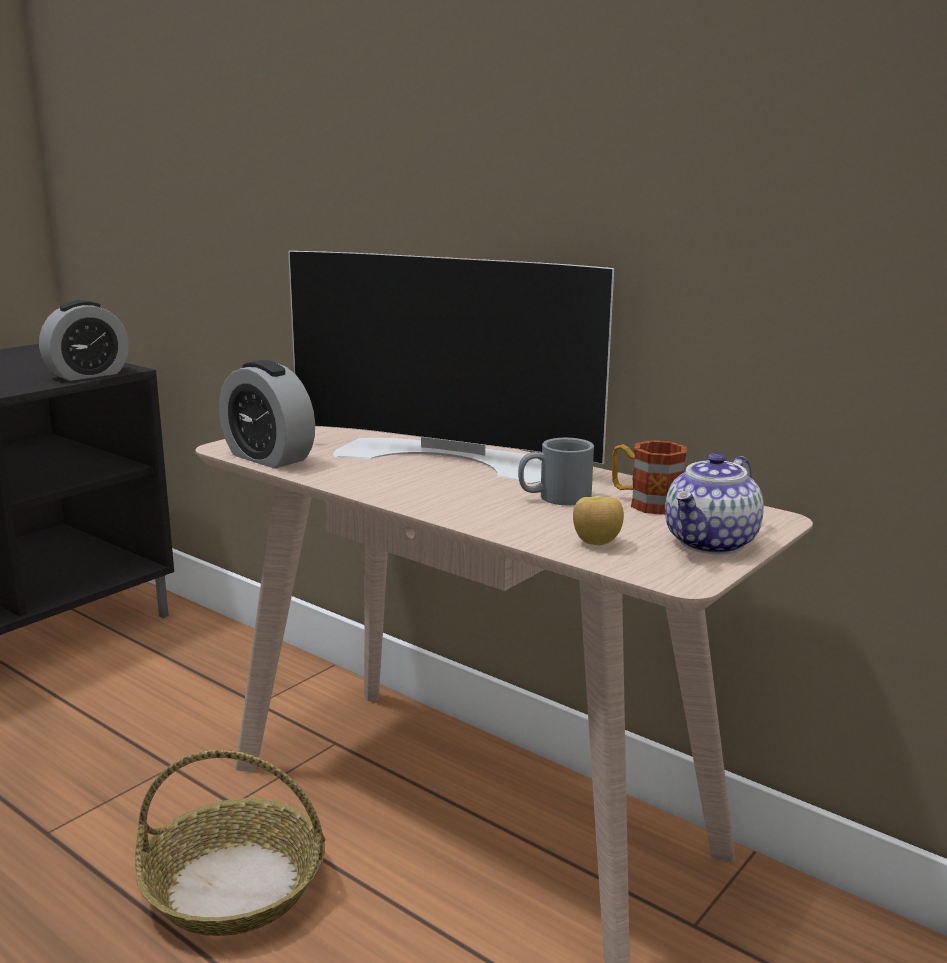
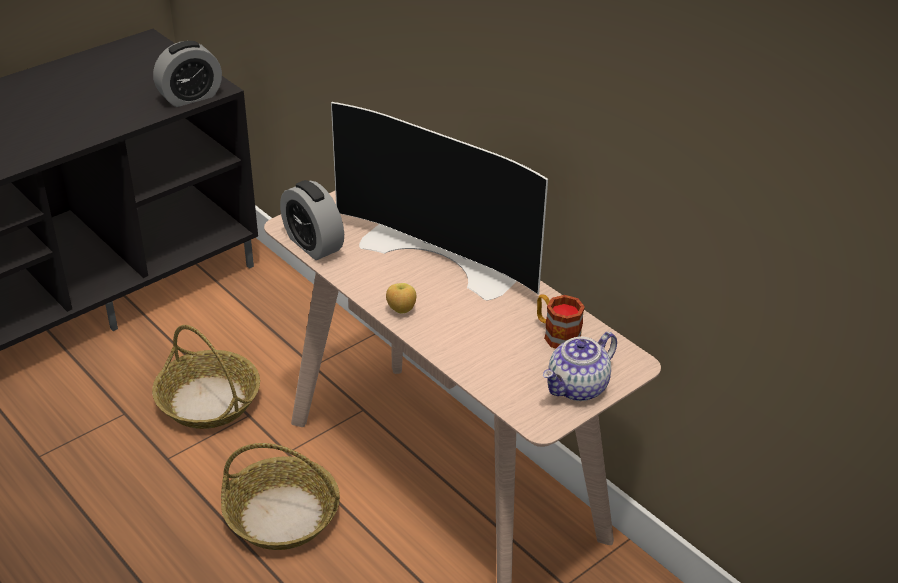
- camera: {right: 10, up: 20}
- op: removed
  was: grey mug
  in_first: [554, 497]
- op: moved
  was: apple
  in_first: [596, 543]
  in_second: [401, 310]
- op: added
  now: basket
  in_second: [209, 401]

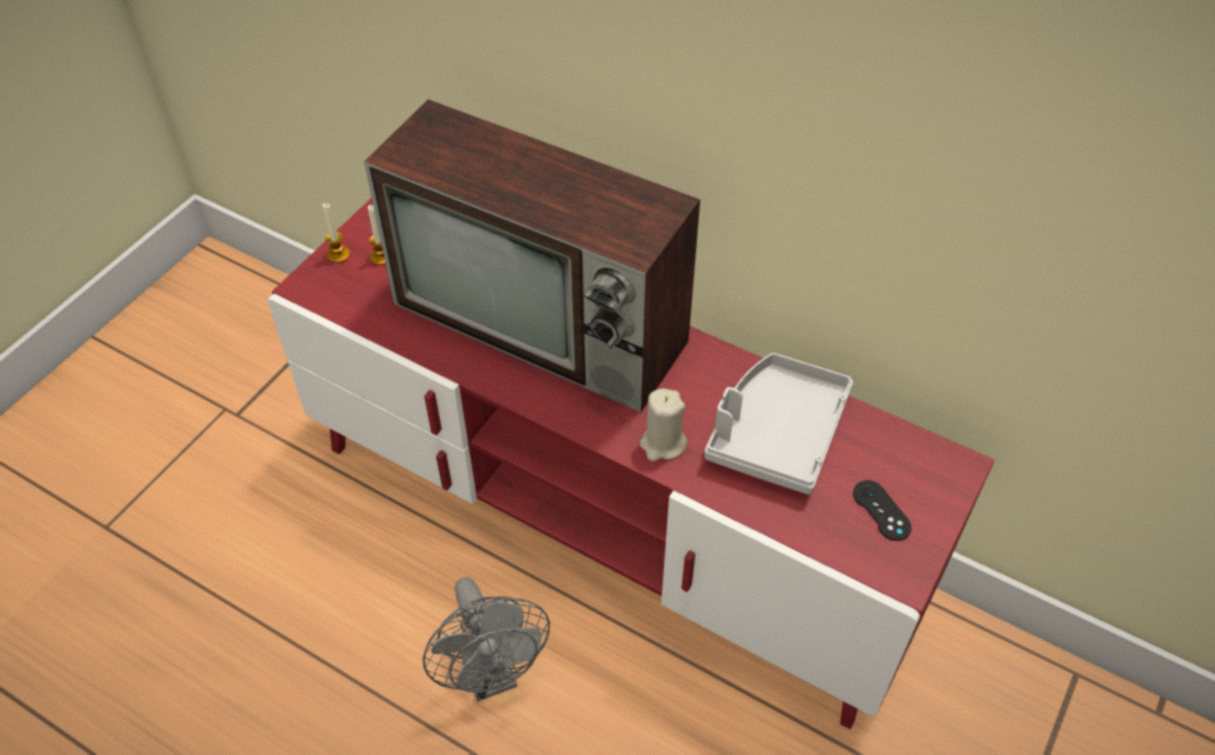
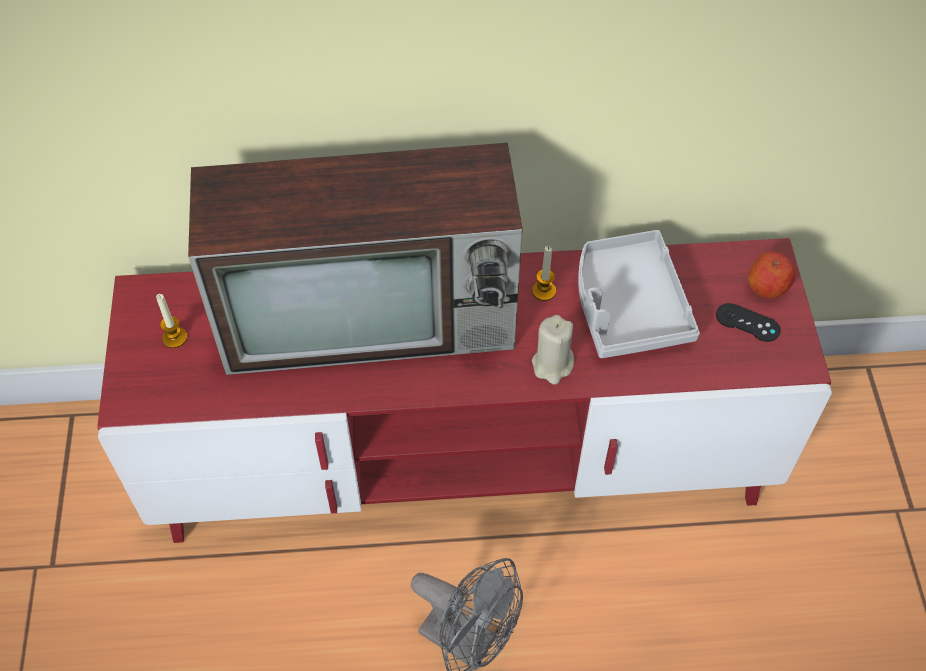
- camera: {right: -35, up: 5}
- op: moved
  was: candle
  in_first: [338, 254]
  in_second: [544, 291]
- op: added
  now: apple
  in_second: [767, 286]

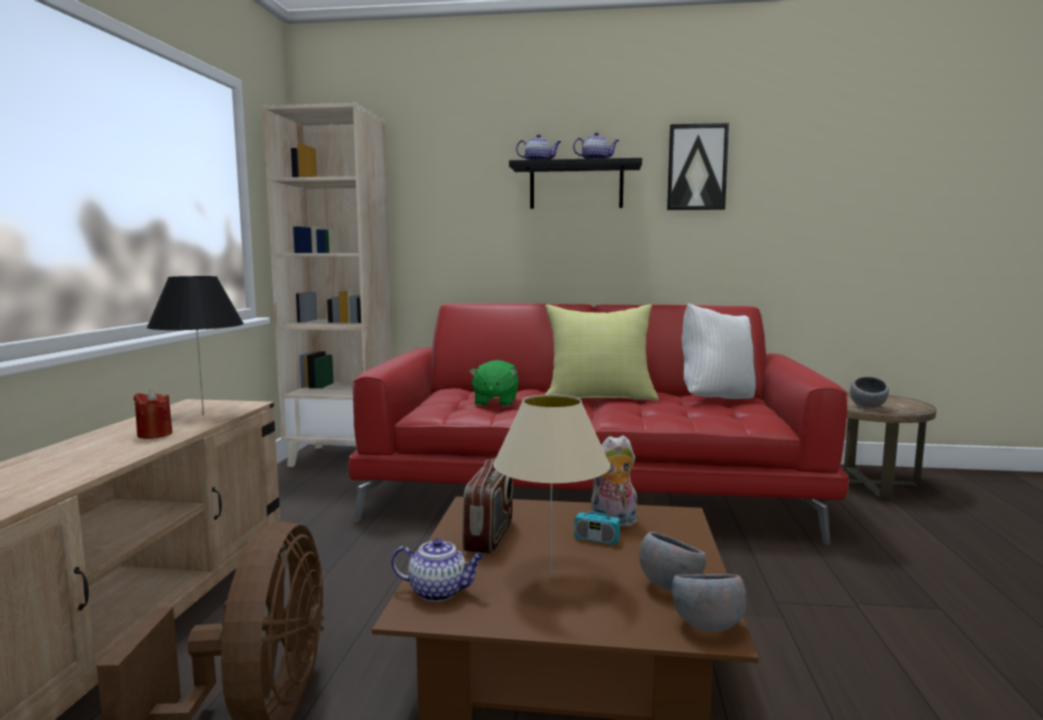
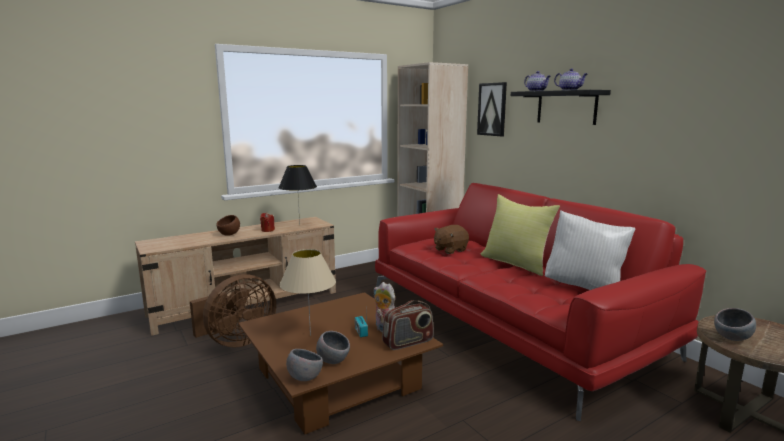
- camera: {right: 50, up: 5}
- op: removed
  was: teapot
  in_first: [439, 591]
- op: moved
  was: radio
  in_first: [489, 537]
  in_second: [408, 342]
- op: recoloured
  was: green plush toy
  now: brown plush toy
  in_first: [495, 402]
  in_second: [450, 250]
- op: moved
  was: picture
  in_first: [697, 167]
  in_second: [492, 109]
- op: added
  now: brown bowl
  in_second: [229, 235]

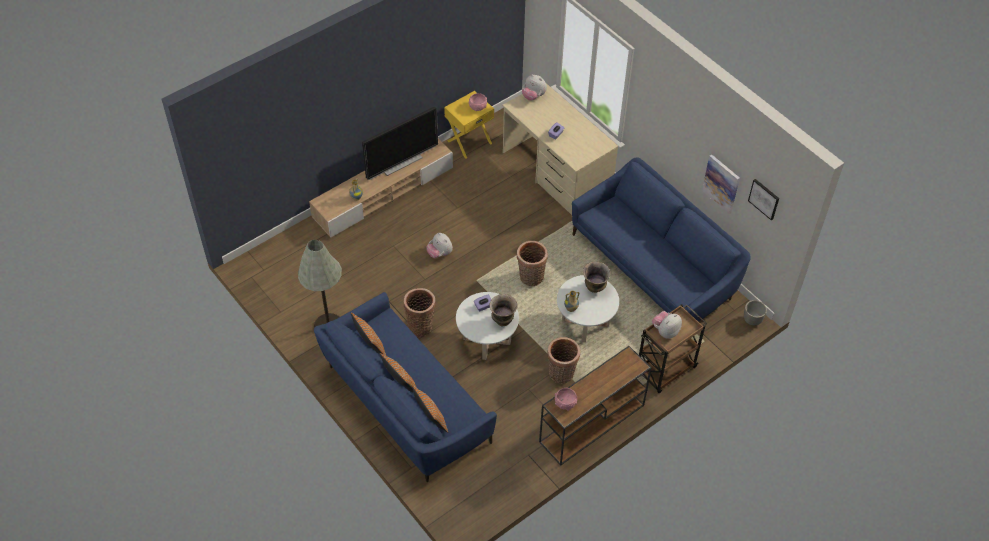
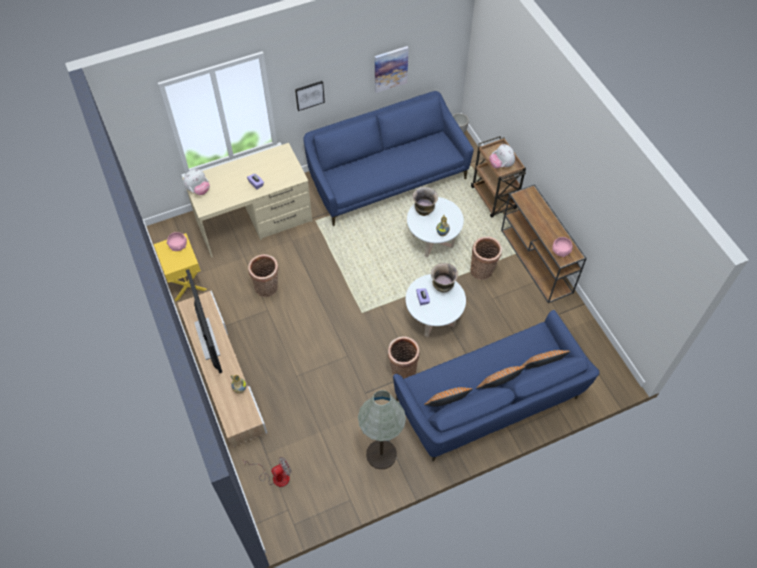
- camera: {right: -75, up: 5}
- op: removed
  was: plush toy
  in_first: [440, 253]
- op: moved
  was: basket
  in_first: [530, 278]
  in_second: [267, 288]
- op: moved
  was: picture
  in_first: [764, 199]
  in_second: [309, 95]
- op: added
  now: fan
  in_second: [275, 476]

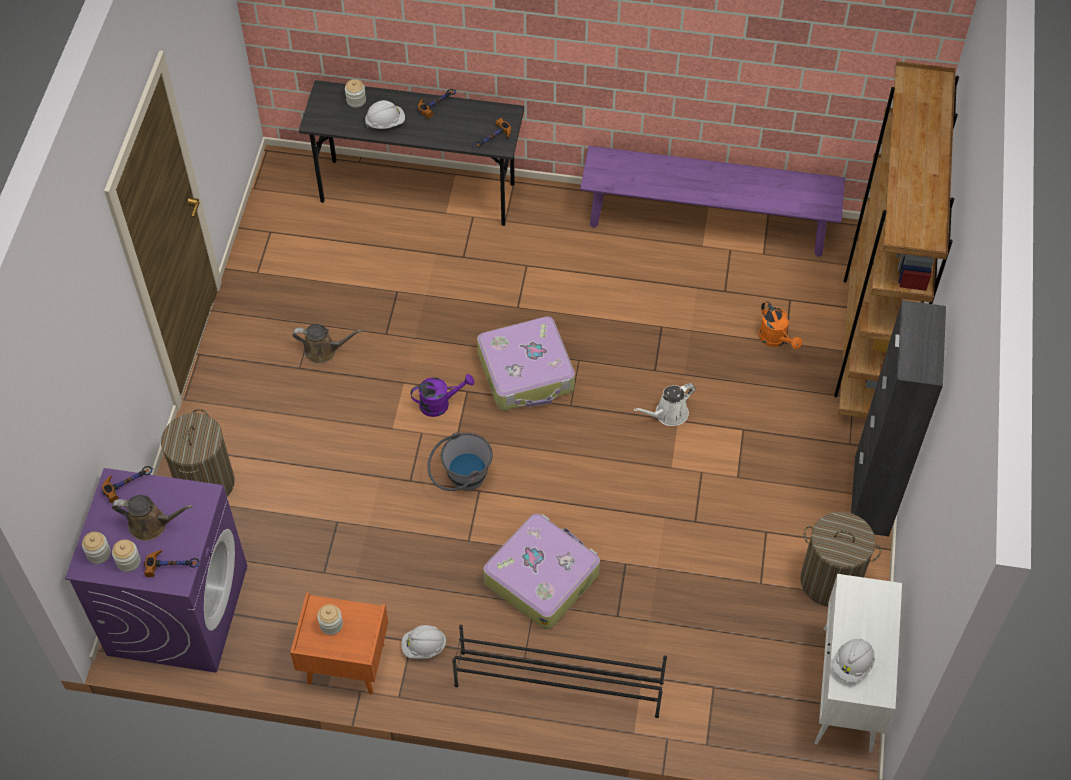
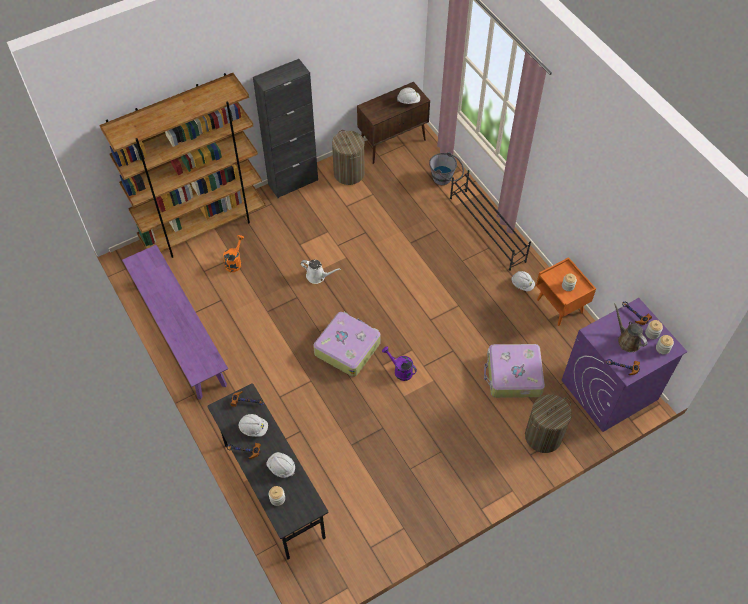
- camera: {right: -130, up: 0}
- op: removed
  was: brown watering can
  in_first: [323, 350]
- op: moved
  was: grey bucket
  in_first: [461, 479]
  in_second: [445, 179]
- op: moved
  was: suitcase
  in_first: [542, 577]
  in_second: [513, 376]
- op: recoloured
  was: white cabinet
  now: brown cabinet
  in_first: [847, 690]
  in_second: [393, 143]
- op: added
  now: white hard hat
  in_second: [253, 428]

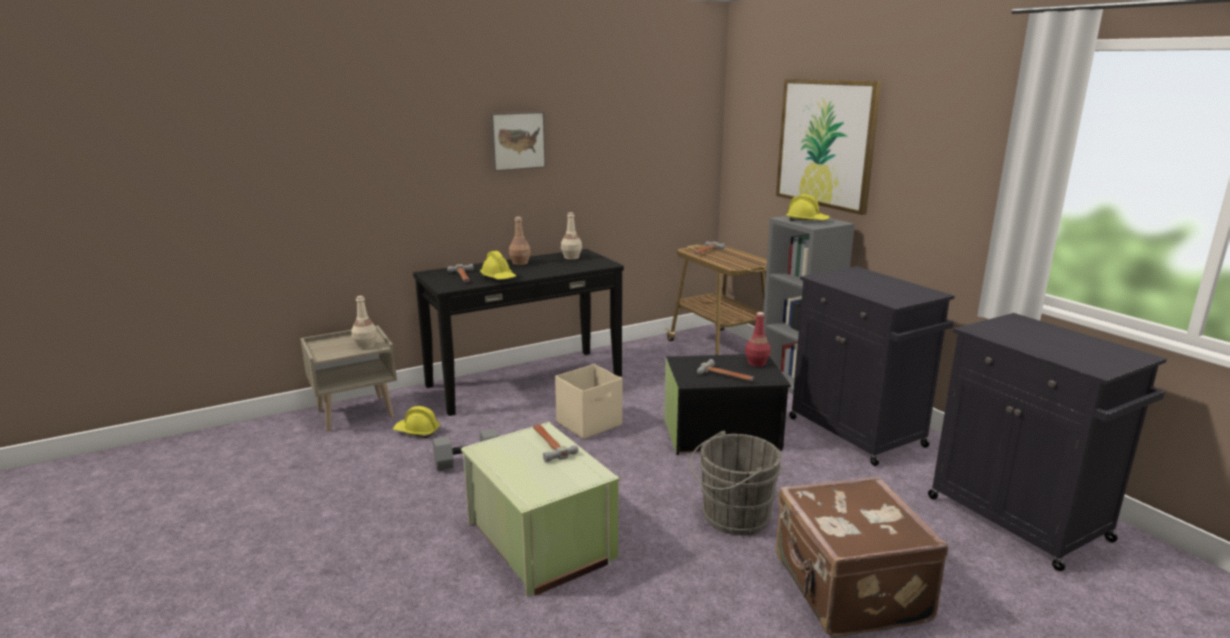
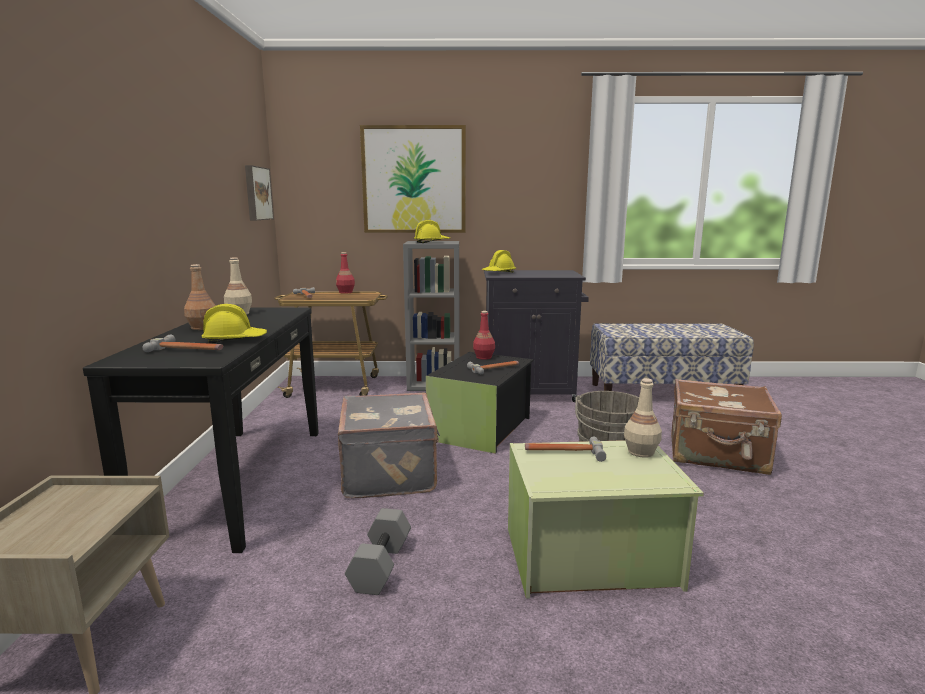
- camera: {right: -60, up: -5}
- op: moved
  was: beige bottle
  in_first: [365, 345]
  in_second: [641, 452]
- op: moved
  was: yellow hard hat
  in_first: [417, 431]
  in_second: [498, 273]
- op: moved
  was: picture
  in_first: [517, 140]
  in_second: [257, 193]
- op: replaced
  was: beige storage box
  now: grey suitcase
  in_first: [590, 423]
  in_second: [390, 473]
- op: replaced
  was: black cabinet
  now: bench
  in_first: [1020, 520]
  in_second: [662, 393]
- op: added
  now: red bottle
  in_second: [346, 292]

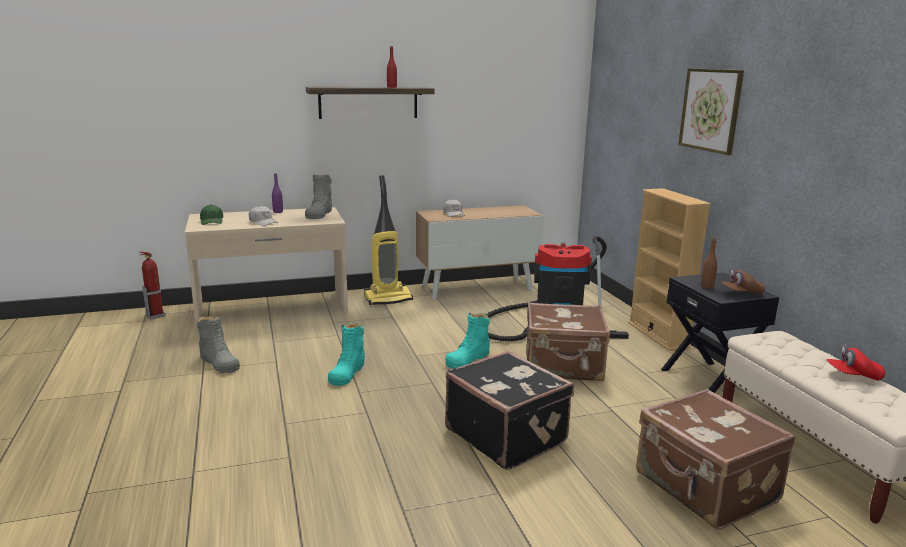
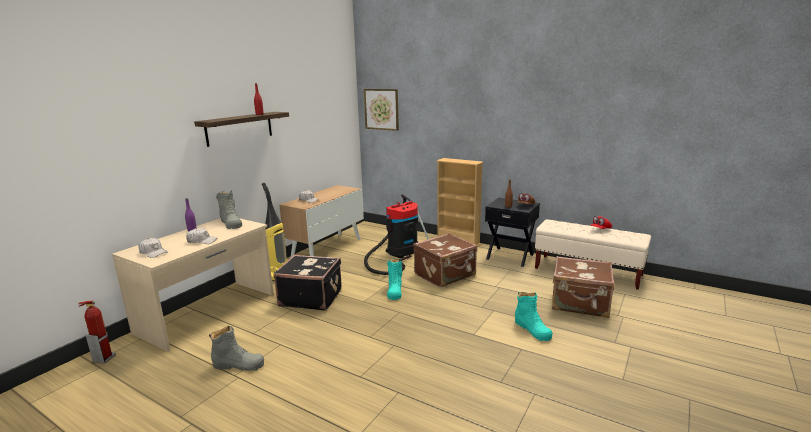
- camera: {right: -40, up: 0}
- op: recoloured
  was: green cap
  now: white cap
  in_first: [212, 221]
  in_second: [153, 253]
- op: moved
  was: turquoise boot
  in_first: [347, 372]
  in_second: [532, 329]
- op: moved
  was: black suitcase
  in_first: [507, 435]
  in_second: [311, 297]
- op: moved
  was: picture
  in_first: [710, 110]
  in_second: [381, 109]

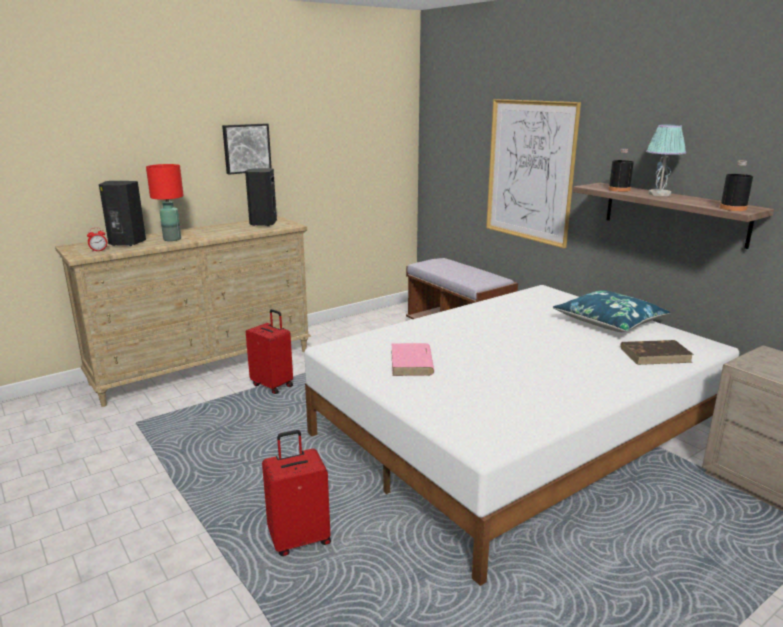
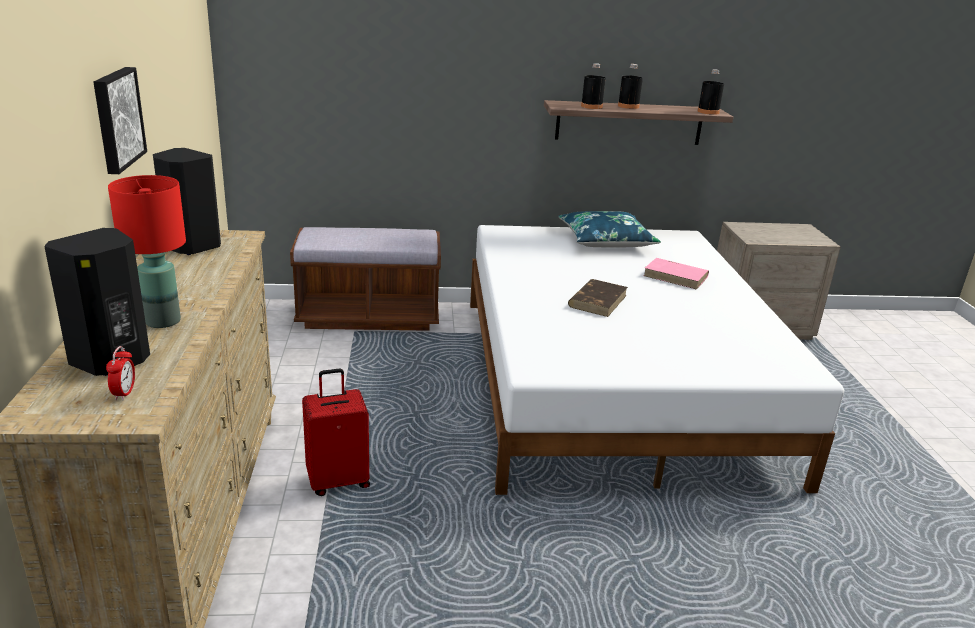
- camera: {right: -60, up: 5}
- op: removed
  was: red suitcase
  in_first: [299, 539]
- op: moved
  was: pink book
  in_first: [412, 363]
  in_second: [676, 276]
- op: removed
  was: picture
  in_first: [530, 171]
- op: moved
  was: brown book
  in_first: [655, 355]
  in_second: [597, 300]
- op: replaced
  was: table lamp
  now: black bottle
  in_first: [659, 194]
  in_second: [628, 106]

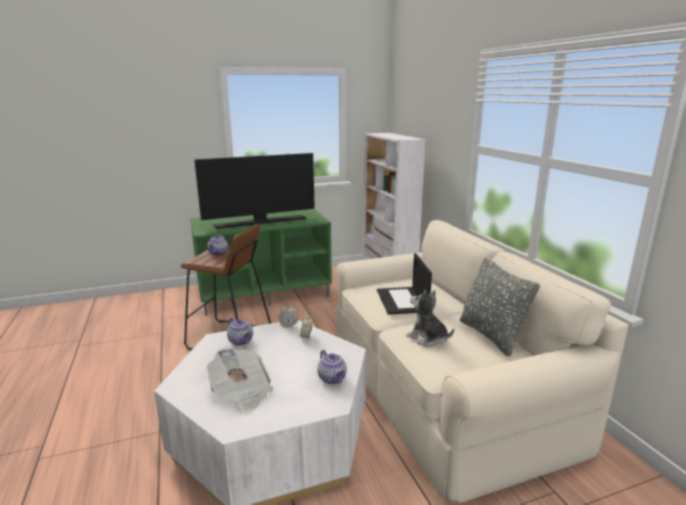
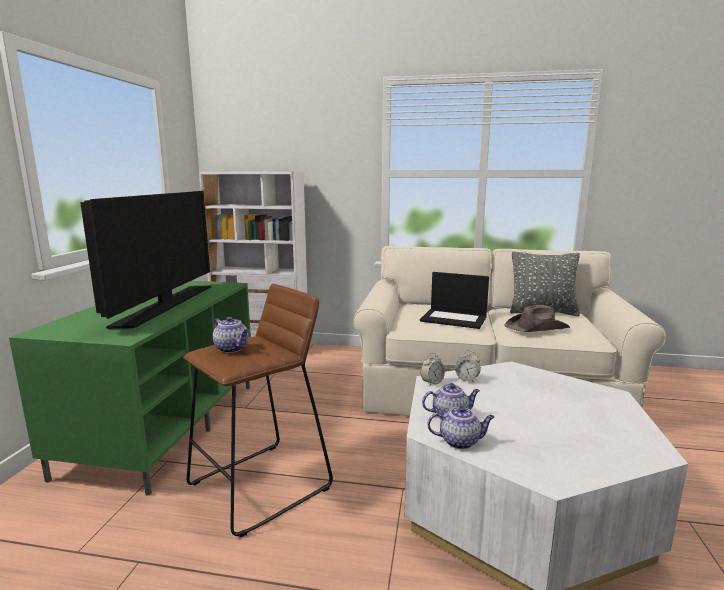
- camera: {right: -60, up: -5}
- op: removed
  was: newspaper
  in_first: [241, 393]
- op: moved
  was: teapot
  in_first: [332, 379]
  in_second: [460, 441]
- op: replaced
  was: plush toy
  now: brown hat
  in_first: [427, 338]
  in_second: [537, 327]

